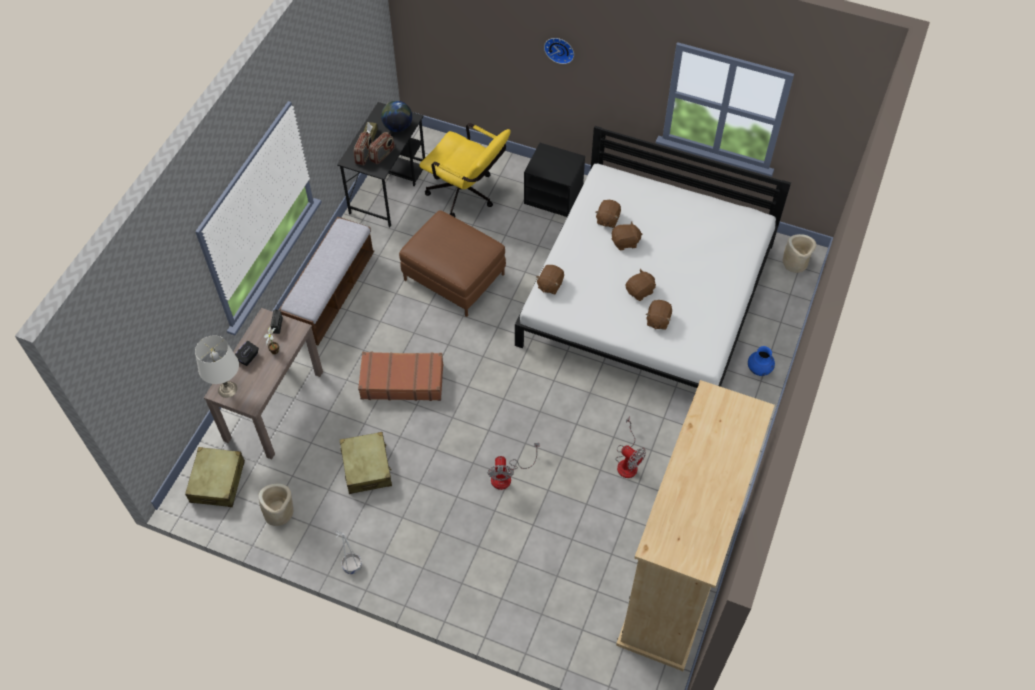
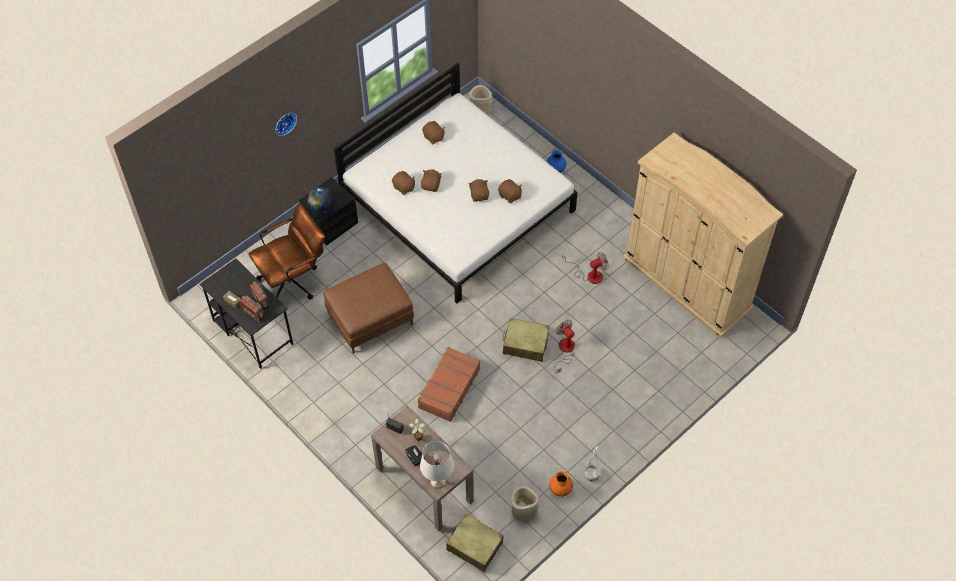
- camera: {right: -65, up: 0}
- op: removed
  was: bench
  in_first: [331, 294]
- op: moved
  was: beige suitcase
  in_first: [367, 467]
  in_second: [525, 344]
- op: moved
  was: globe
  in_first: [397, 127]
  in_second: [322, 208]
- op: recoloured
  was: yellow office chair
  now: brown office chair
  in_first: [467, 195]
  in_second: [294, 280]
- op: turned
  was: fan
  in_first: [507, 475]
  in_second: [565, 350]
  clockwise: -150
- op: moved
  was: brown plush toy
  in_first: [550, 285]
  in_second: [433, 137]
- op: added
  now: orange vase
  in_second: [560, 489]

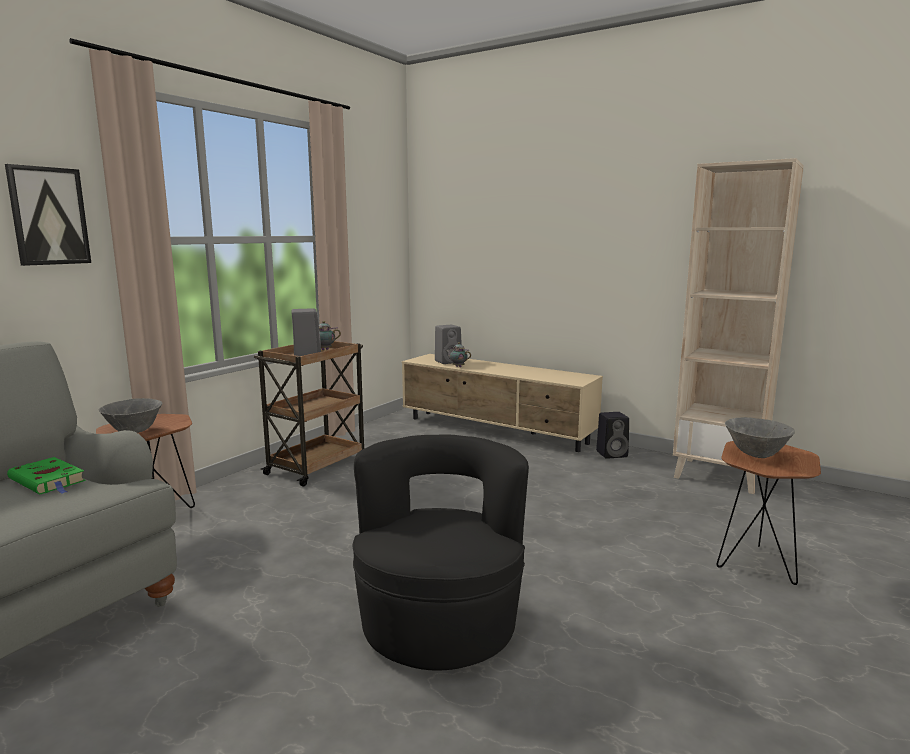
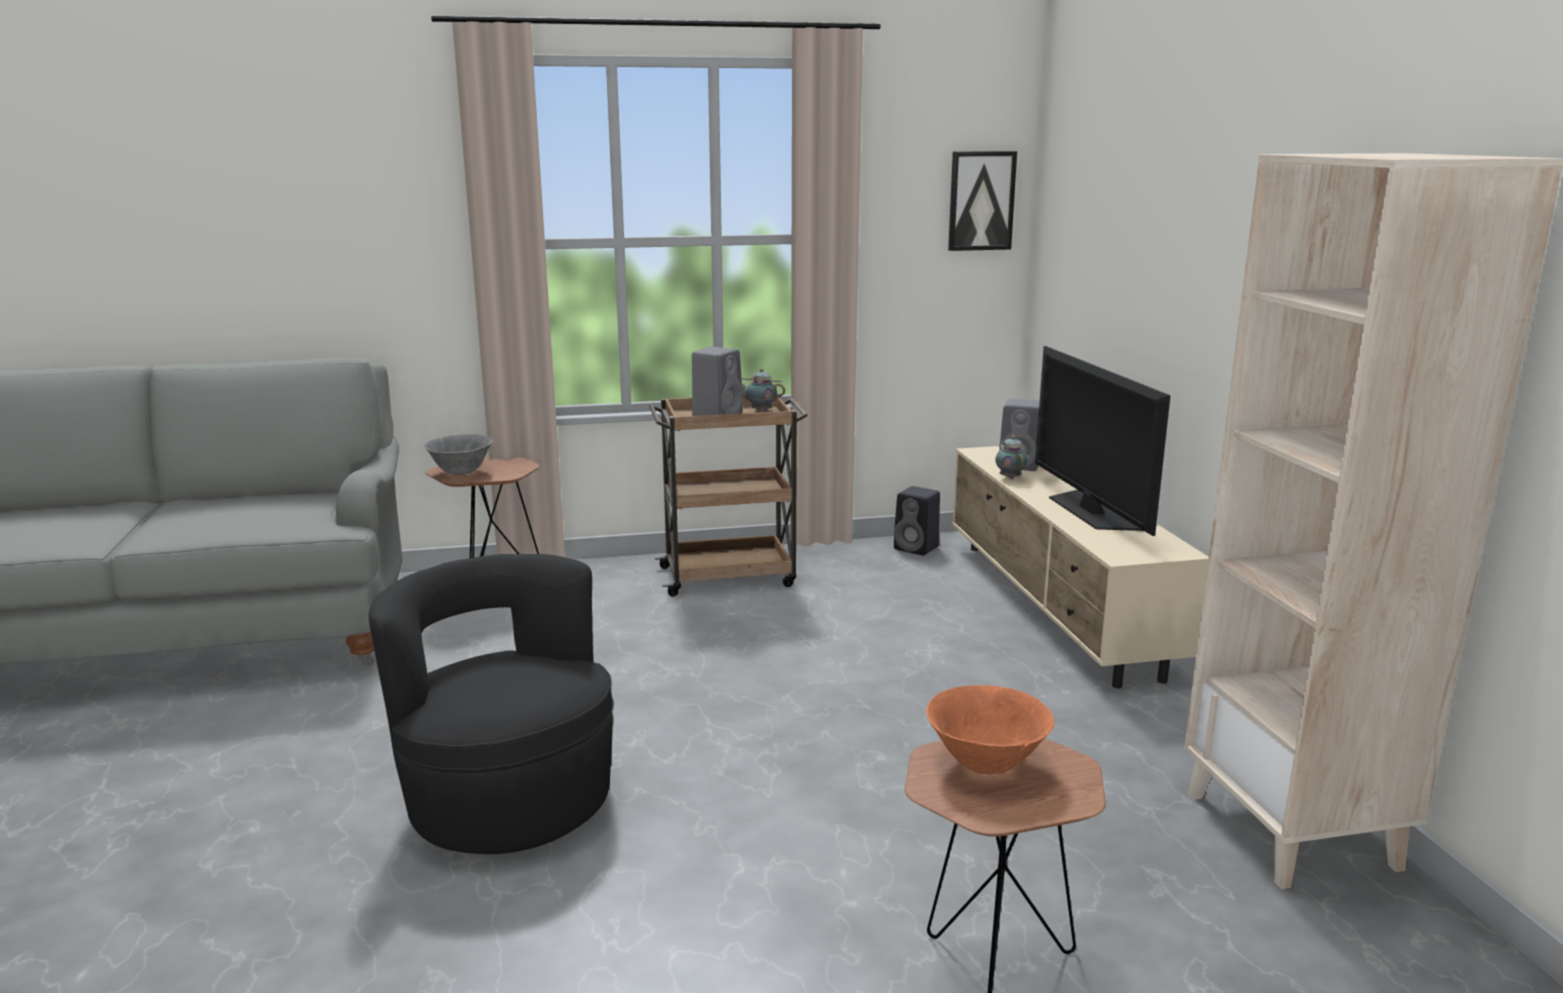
- camera: {right: 45, up: 5}
- op: moved
  was: picture
  in_first: [49, 216]
  in_second: [981, 201]
- op: removed
  was: green book
  in_first: [48, 481]
- op: turned
  was: black armchair
  in_first: [439, 624]
  in_second: [509, 801]
  clockwise: -90
- op: moved
  was: black speaker
  in_first: [612, 454]
  in_second: [917, 548]
- op: recoloured
  was: grey bowl
  now: orange bowl
  in_first: [755, 455]
  in_second: [987, 765]
- op: added
  now: television
  in_second: [1091, 511]

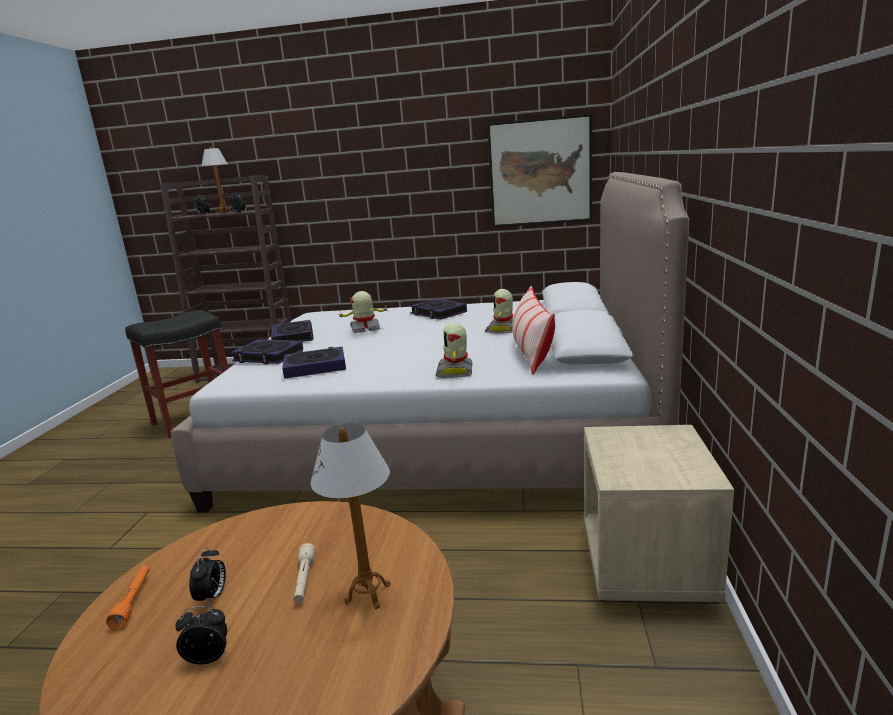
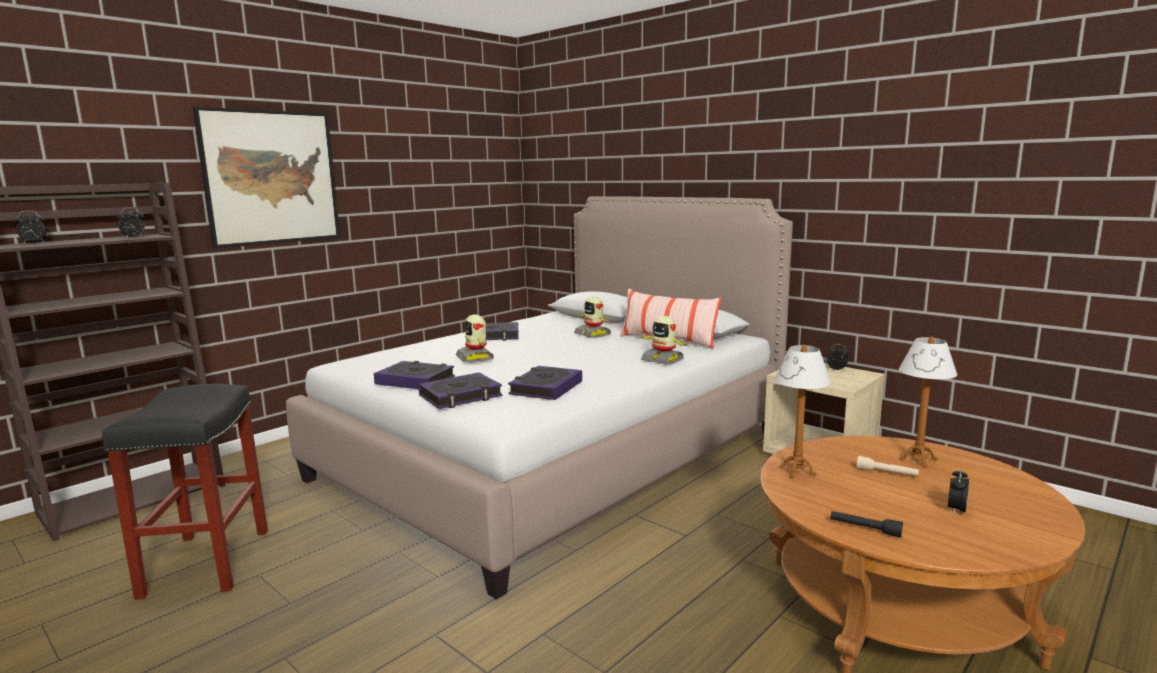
- camera: {right: -55, up: -5}
- op: recoloured
  was: orange flashlight
  now: black flashlight
  in_first: [133, 601]
  in_second: [865, 529]
- op: moved
  was: alarm clock
  in_first: [213, 597]
  in_second: [837, 369]
- op: moved
  was: table lamp
  in_first: [224, 212]
  in_second: [797, 472]
- op: turned
  was: toy robot
  in_first: [365, 329]
  in_second: [476, 358]
  clockwise: -45
- op: moved
  was: picture
  in_first: [540, 172]
  in_second: [271, 178]

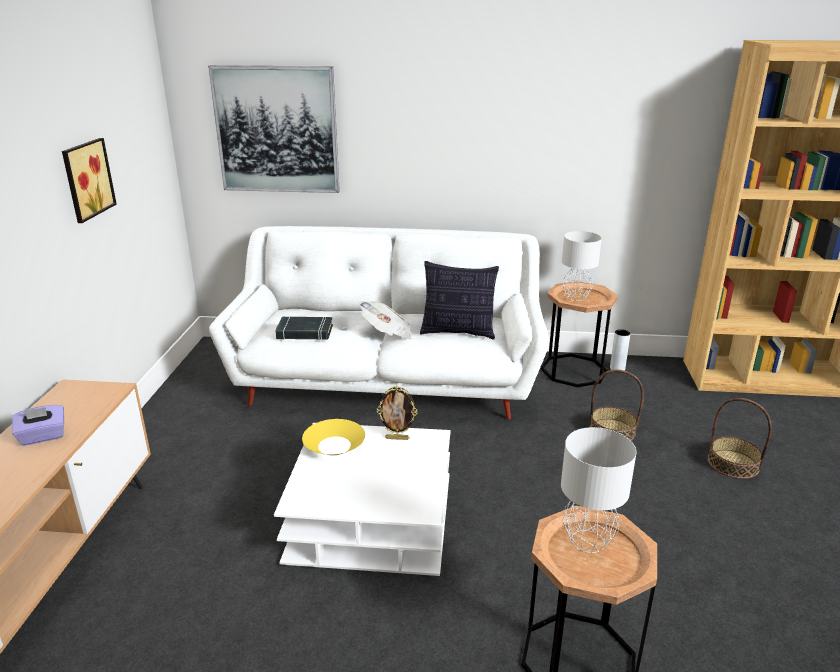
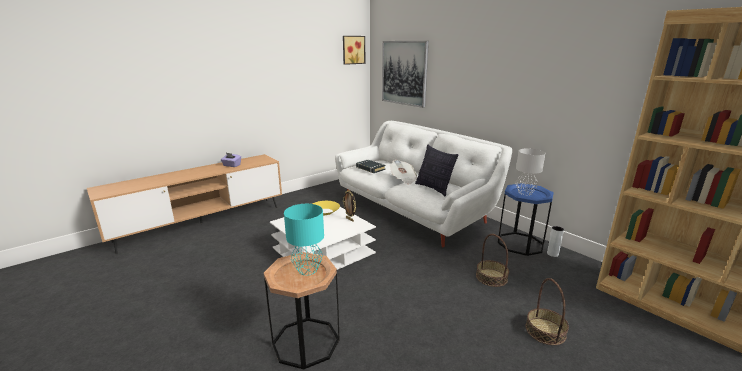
- camera: {right: 45, up: -5}
- op: moved
  was: picture
  in_first: [85, 179]
  in_second: [353, 50]
- op: recoloured
  was: brown side table
  now: blue side table
  in_first: [574, 370]
  in_second: [520, 243]
- op: recoloured
  was: grey table lamp
  now: turquoise table lamp
  in_first: [588, 541]
  in_second: [308, 270]

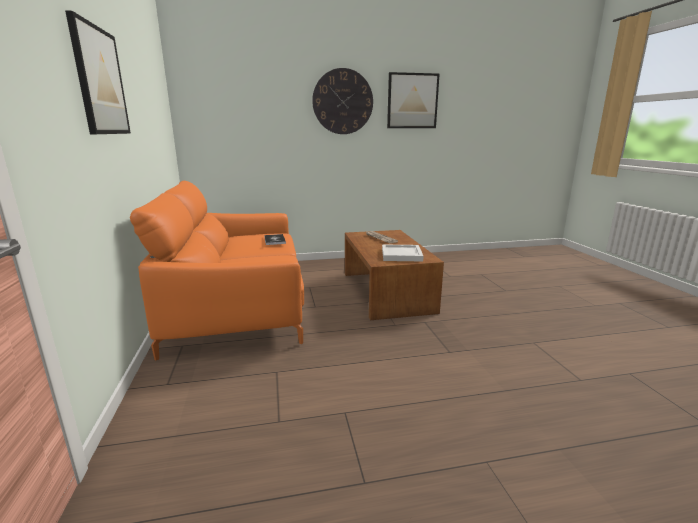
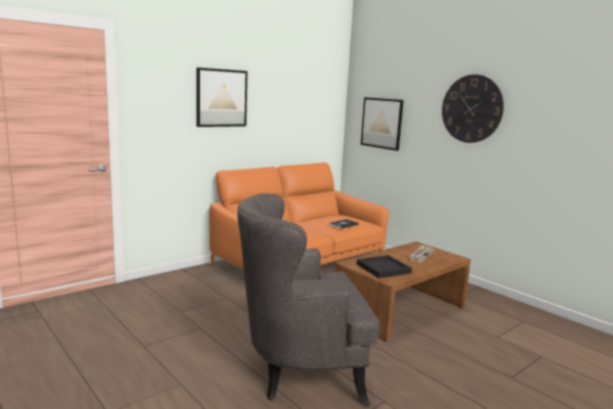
- camera: {right: 60, up: -5}
- op: recoloured
  was: white tray
  now: black tray
  in_first: [400, 255]
  in_second: [383, 268]
- op: moved
  was: picture
  in_first: [412, 101]
  in_second: [381, 123]
- op: added
  now: grey armchair
  in_second: [299, 372]

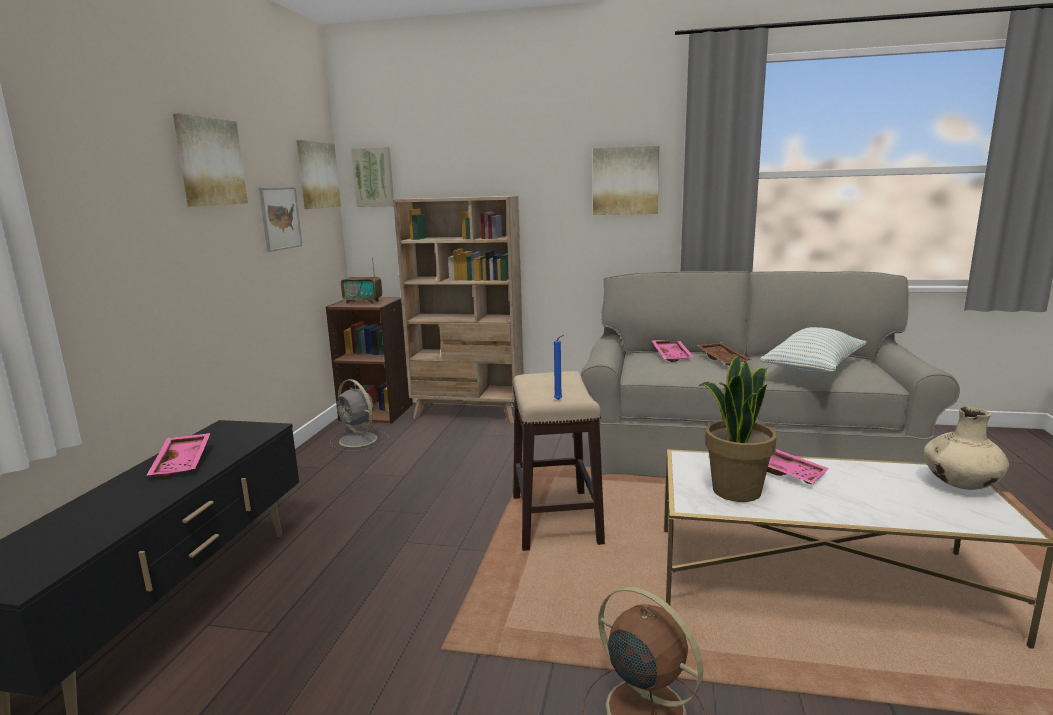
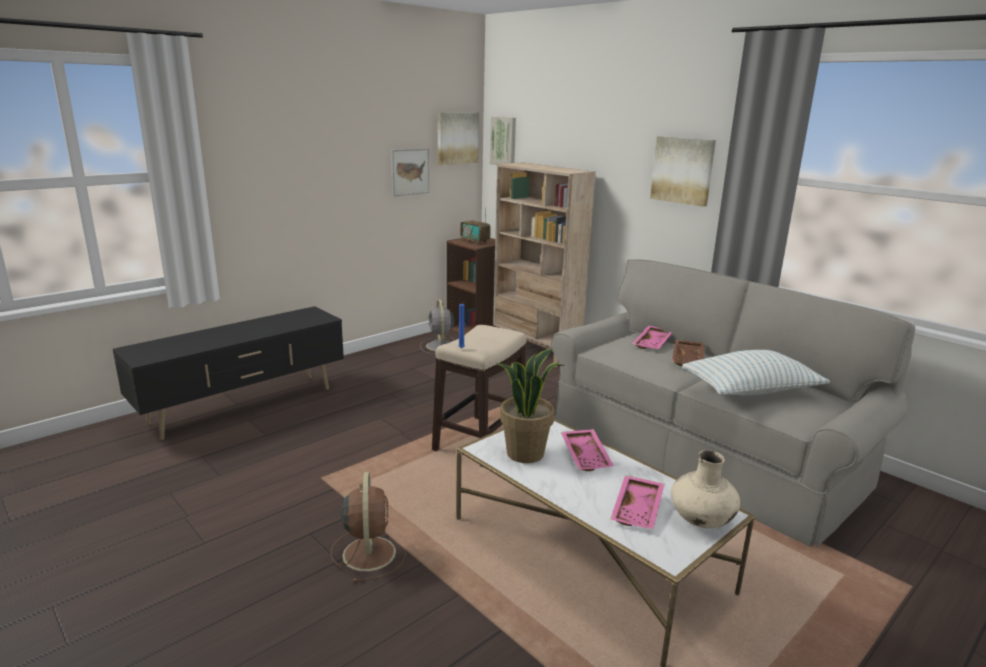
- camera: {right: 35, up: 5}
- op: moved
  was: pink tray
  in_first: [183, 463]
  in_second: [638, 510]
- op: removed
  was: picture
  in_first: [209, 162]

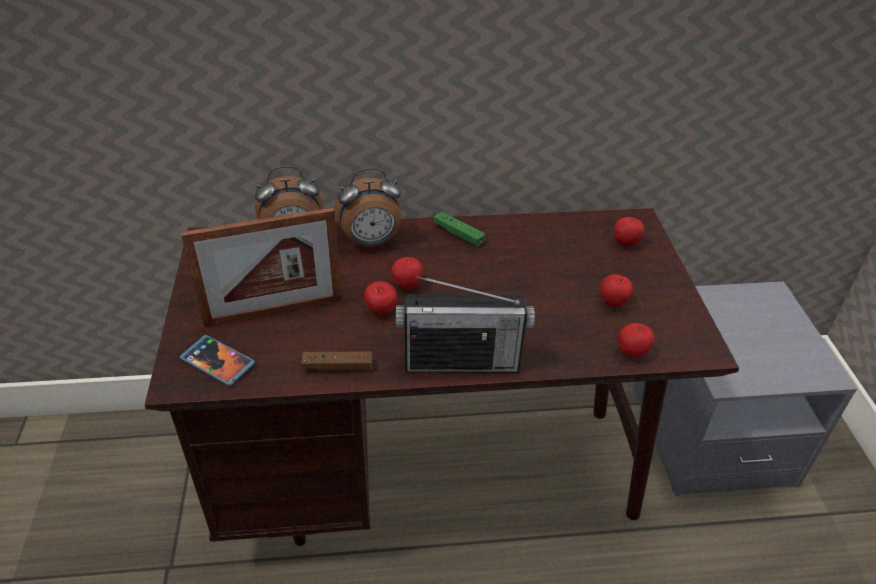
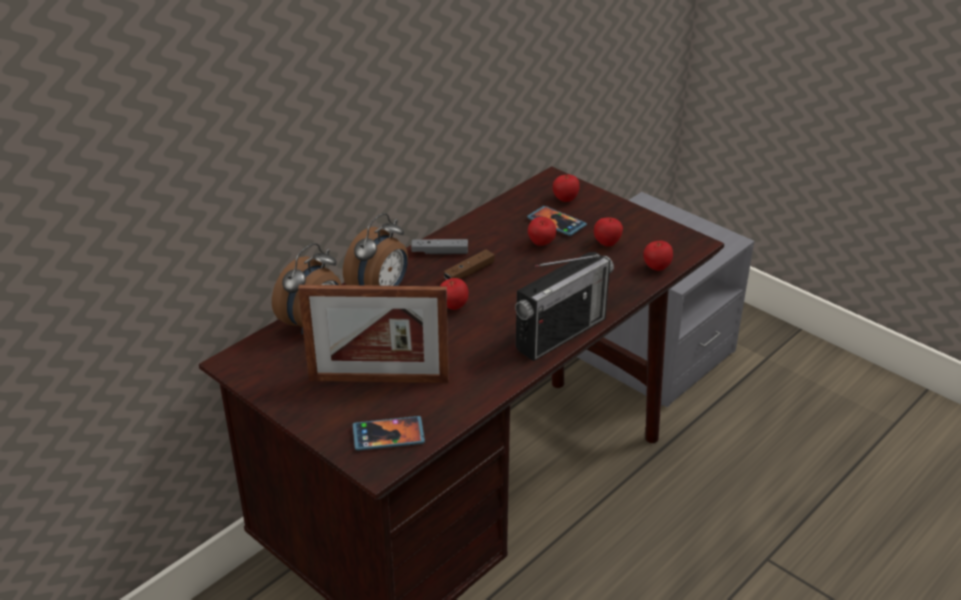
- camera: {right: -40, up: -5}
- op: turned
  was: picture frame
  in_first: [274, 312]
  in_second: [378, 380]
  clockwise: 60
- op: moved
  was: brown game controller
  in_first: [337, 367]
  in_second: [469, 272]
- op: moved
  was: apple
  in_first: [380, 312]
  in_second: [541, 244]
- op: recoloured
  was: green game controller
  now: grey game controller
  in_first: [458, 234]
  in_second: [440, 252]
- op: added
  now: phone
  in_second: [556, 223]

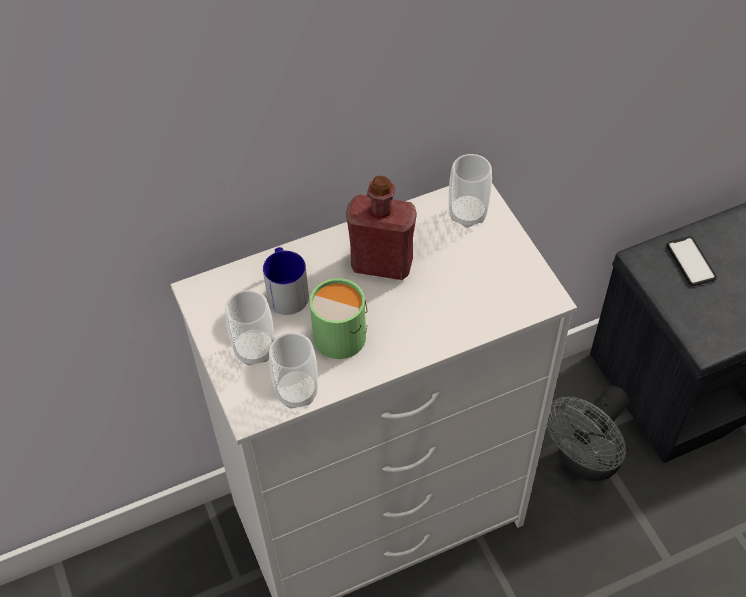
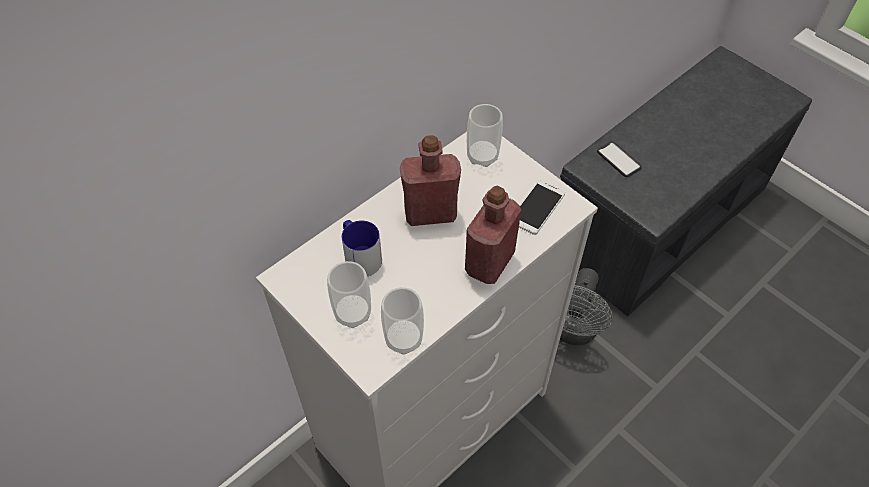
- camera: {right: -20, up: 0}
- op: removed
  was: green mug
  in_first: [342, 332]
- op: added
  now: red bottle
  in_second: [489, 262]
- op: added
  now: phone
  in_second: [537, 207]

